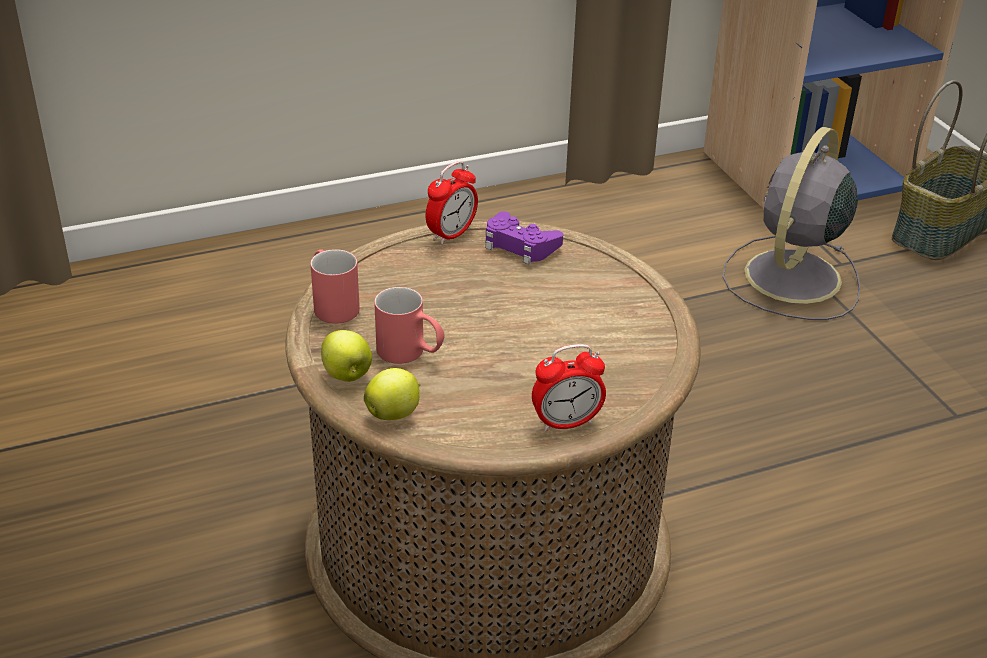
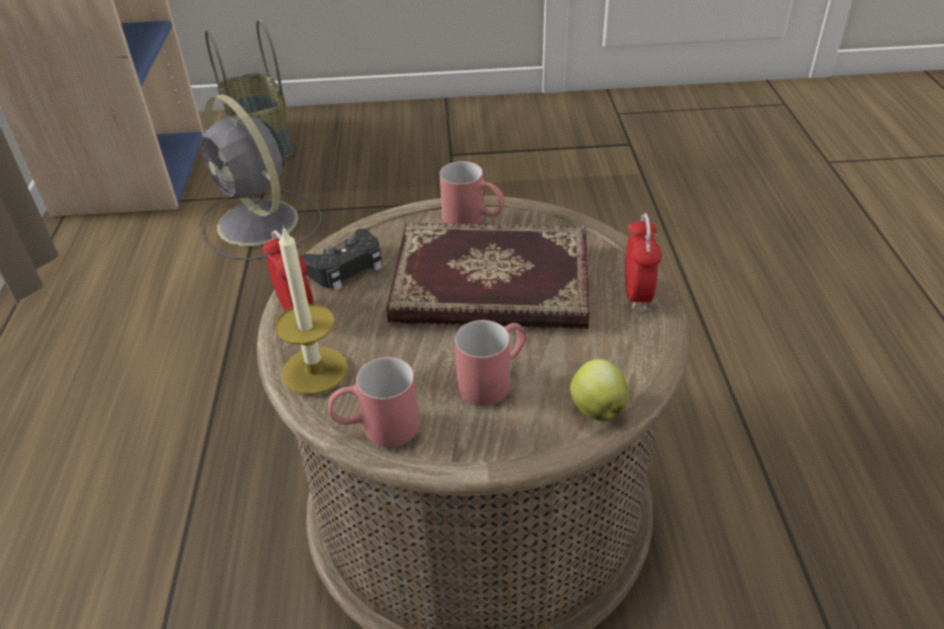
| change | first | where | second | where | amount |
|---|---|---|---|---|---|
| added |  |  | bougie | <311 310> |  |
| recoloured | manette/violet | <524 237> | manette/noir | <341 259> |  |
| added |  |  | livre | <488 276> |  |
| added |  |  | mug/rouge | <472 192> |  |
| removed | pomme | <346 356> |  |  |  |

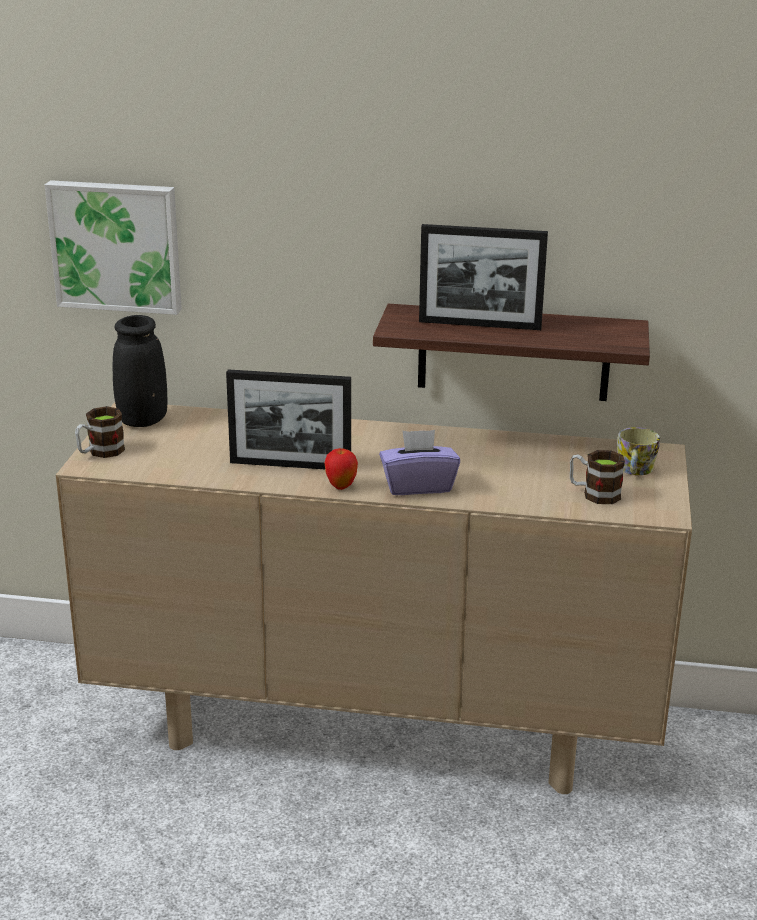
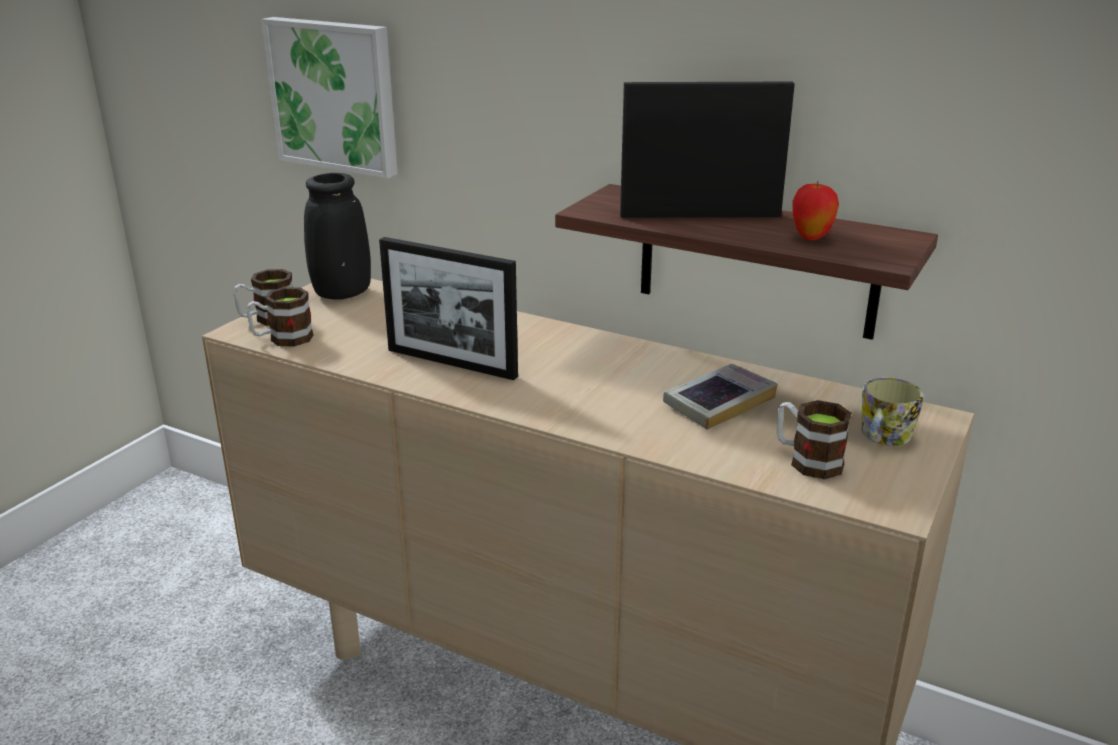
| change | first | where | second | where | amount |
|---|---|---|---|---|---|
| added |  |  | mug | <280 317> |  |
| turned | cadre photo | <483 277> |  | <707 150> | 150 degrees clockwise |
| added |  |  | livre | <720 397> |  |
| moved | pomme | <341 469> |  | <815 211> |  |
| removed | boîte à mouchoirs/violet | <419 462> |  |  |  |

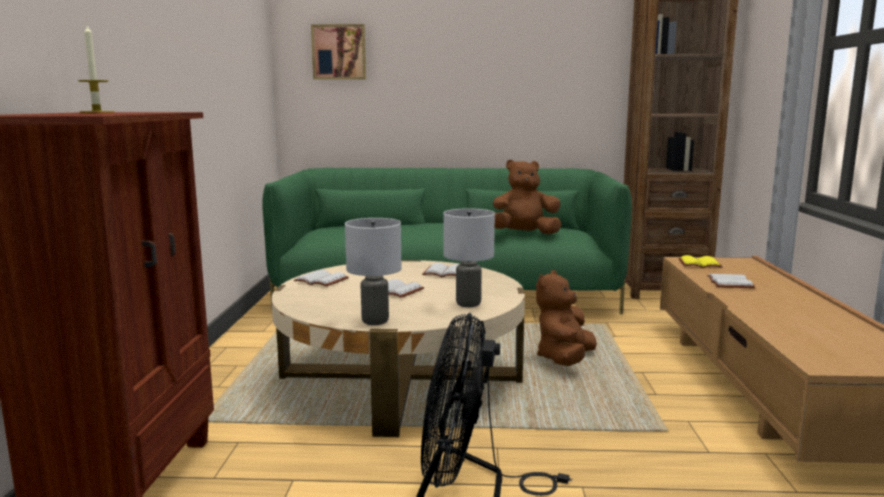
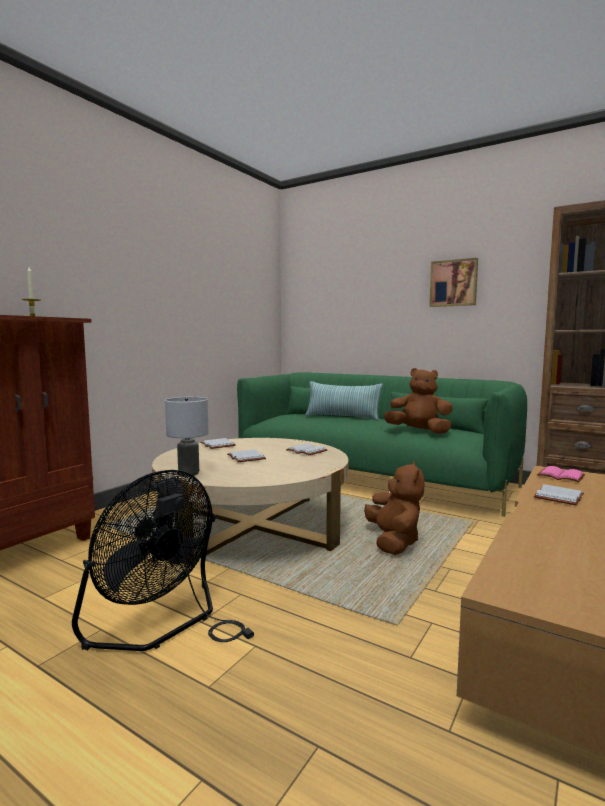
| change | first | where | second | where | amount |
|---|---|---|---|---|---|
| added |  |  | coussin | <344 401> |  |
| turned | peluche/marron | <566 318> |  | <394 508> | 120 degrees clockwise |
| moved | tableau | <338 52> |  | <453 282> |  |
| recoloured | livre/jaune | <700 261> | livre/rose | <561 474> |  |
| removed | lampe de table/blanc | <469 257> |  |  |  |

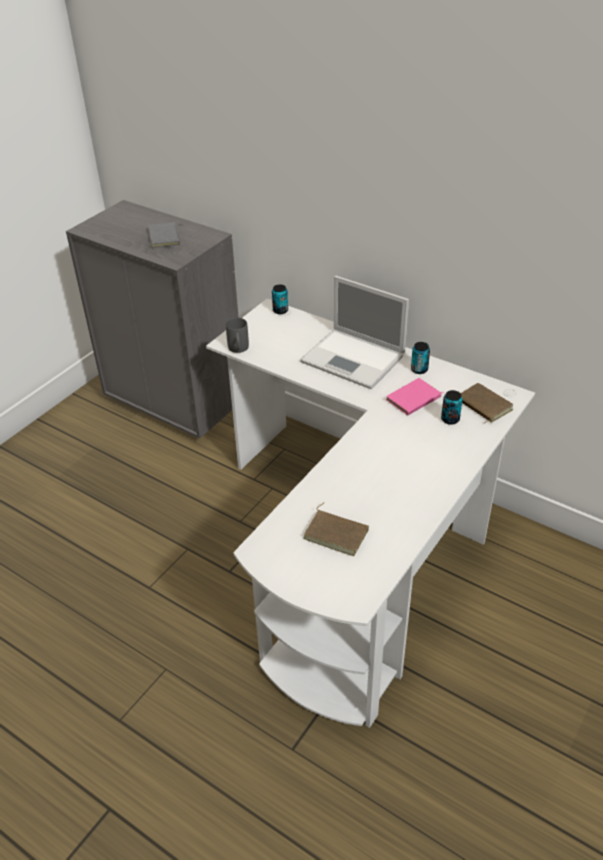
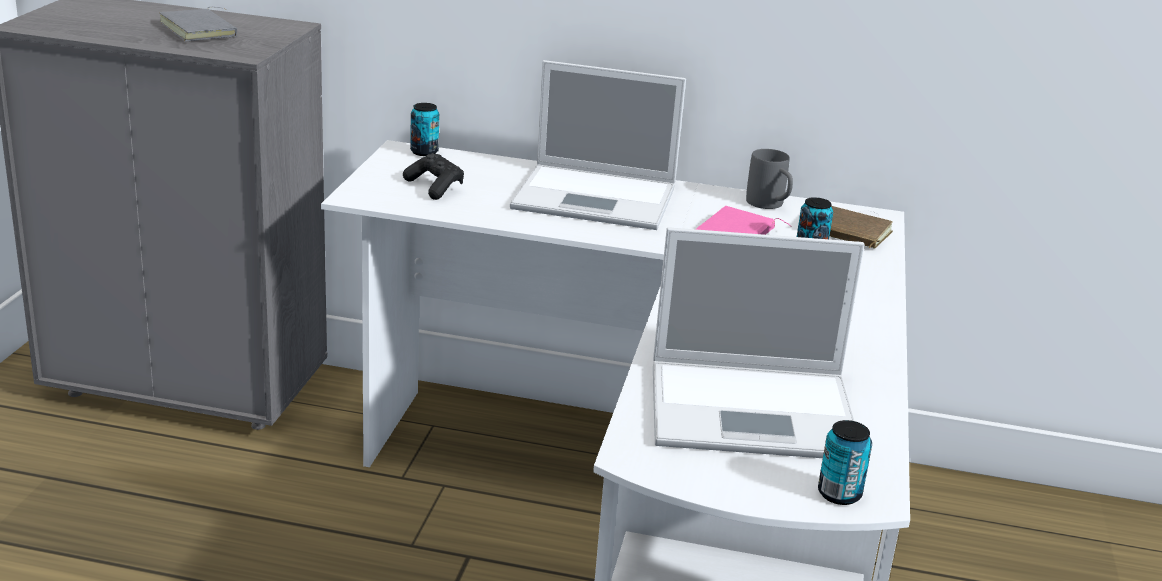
| change | first | where | second | where | amount |
|---|---|---|---|---|---|
| added |  |  | manette/noir | <433 176> |  |
| replaced | livre/marron | <336 529> | ordinateur portable | <758 342> |  |
| moved | mug/gris | <237 335> |  | <769 179> |  |
| moved | boîte métallique | <420 358> |  | <845 462> |  |

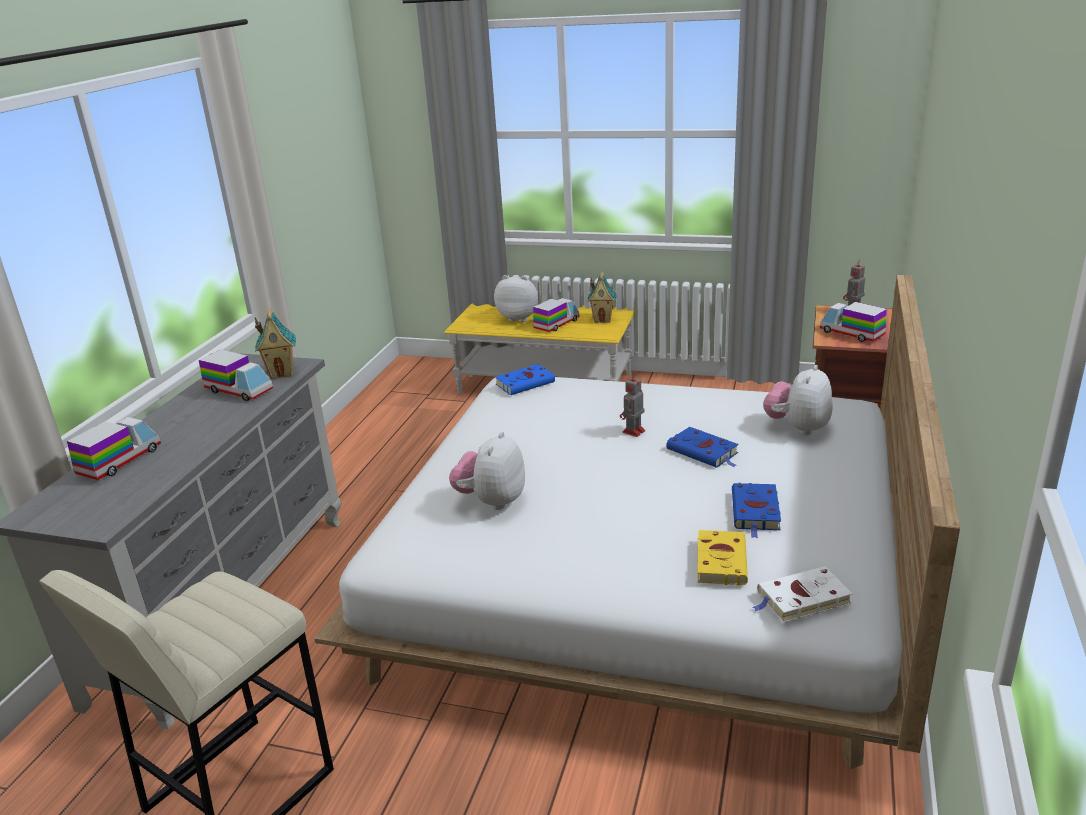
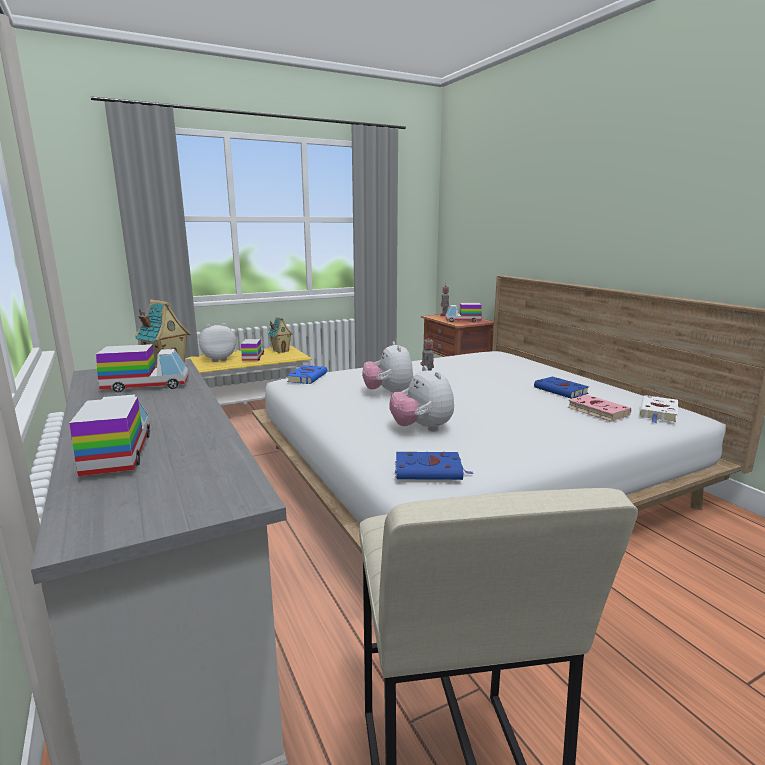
| change | first | where | second | where | amount |
|---|---|---|---|---|---|
| moved | peluche | <797 400> |  | <387 367> |  |
| moved | livre/bleu | <702 447> |  | <434 466> |  |
| recoloured | livre/jaune | <722 558> | livre/rose | <599 408> |  |

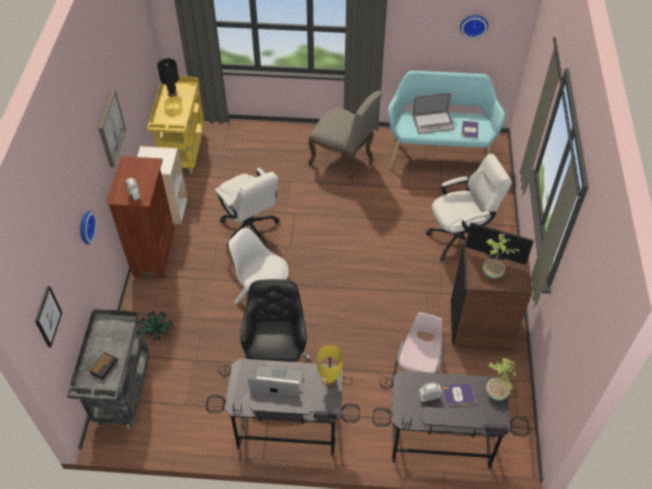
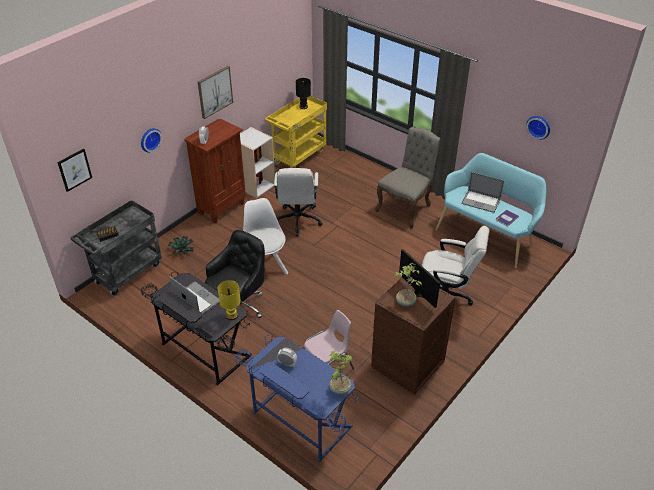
| change | first | where | second | where | amount |
|---|---|---|---|---|---|
| recoloured | bureau/noir | <451 420> | bureau/bleu | <297 398> |  |
| turned | chaise/gris | <345 135> |  | <408 178> | 120 degrees counterclockwise |
| removed | livre | <459 395> |  |  |  |

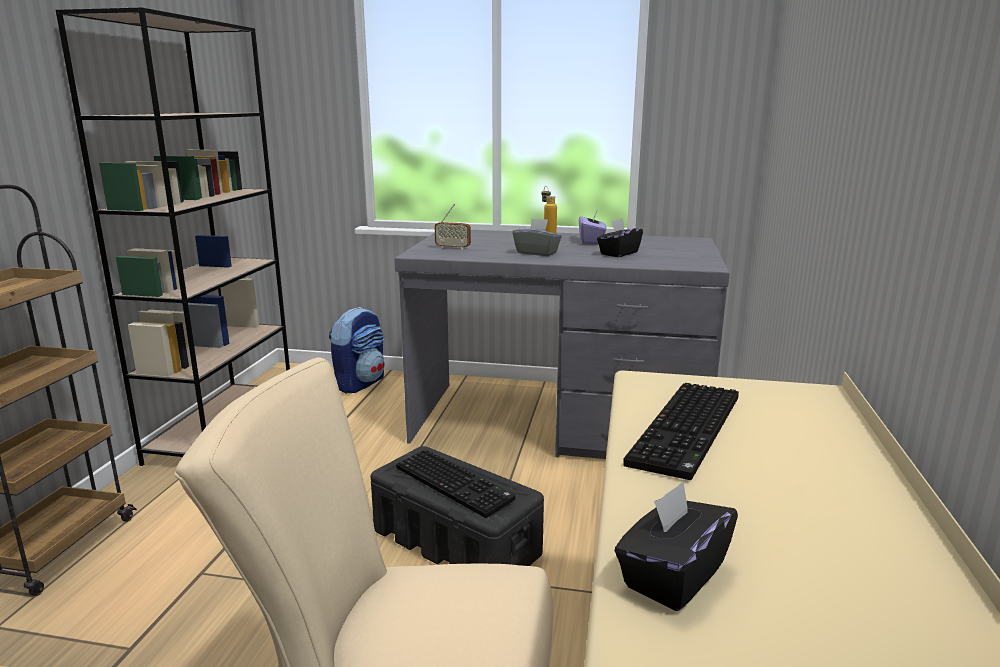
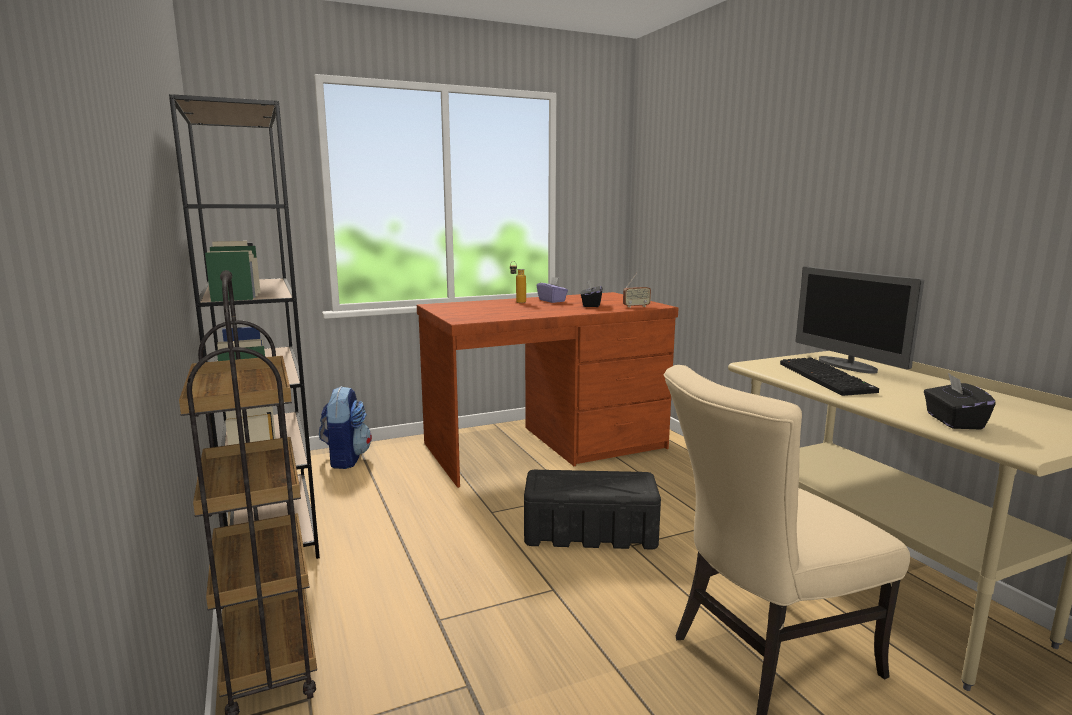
| change | first | where | second | where | amount |
|---|---|---|---|---|---|
| recoloured | bureau/gris | <562 344> | bureau/marron | <547 390> |  |
| moved | radio | <453 227> |  | <637 290> |  |
| added |  |  | écran d'ordinateur | <859 320> |  |
| removed | clavier | <455 483> |  |  |  |
| removed | boîte à mouchoirs/gris | <537 237> |  |  |  |

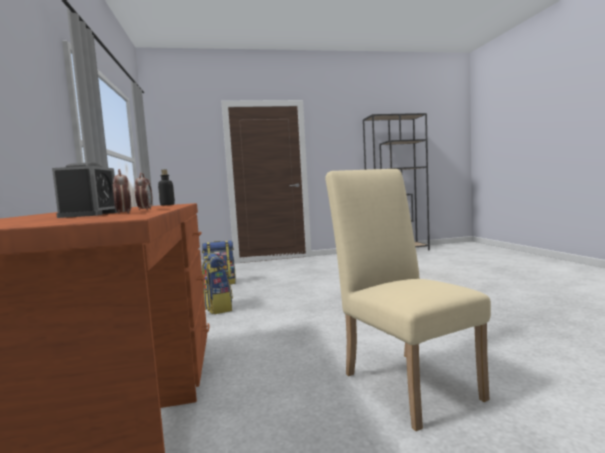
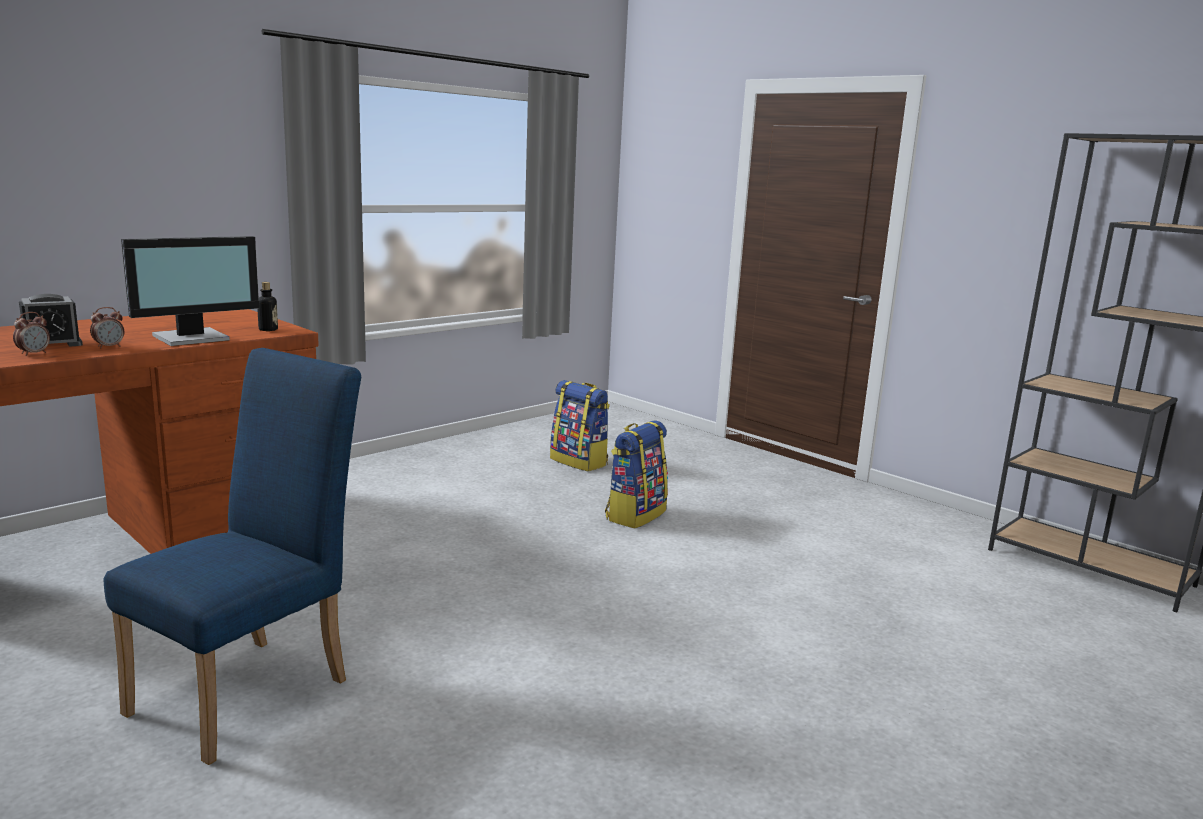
| change | first | where | second | where | amount |
|---|---|---|---|---|---|
| recoloured | chaise/beige | <408 300> | chaise/bleu | <232 556> |  |
| added |  |  | écran d'ordinateur | <190 291> |  |
| moved | sac à dos | <217 283> |  | <636 474> |  |

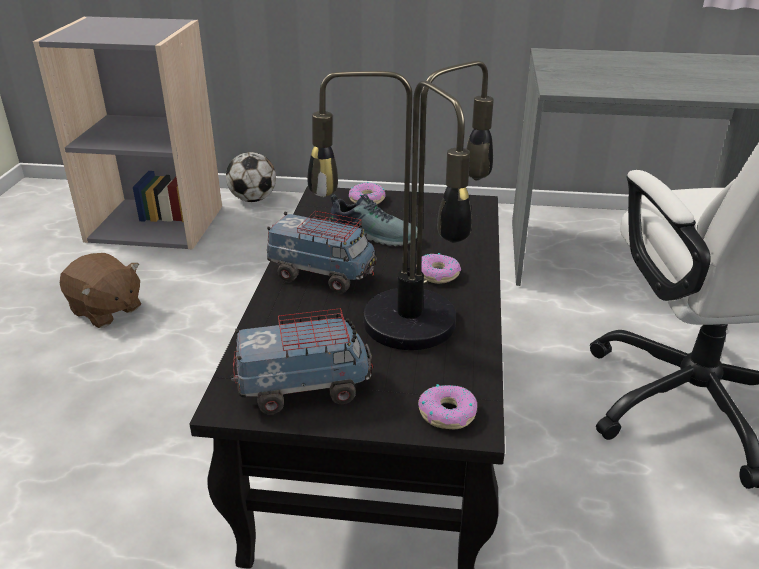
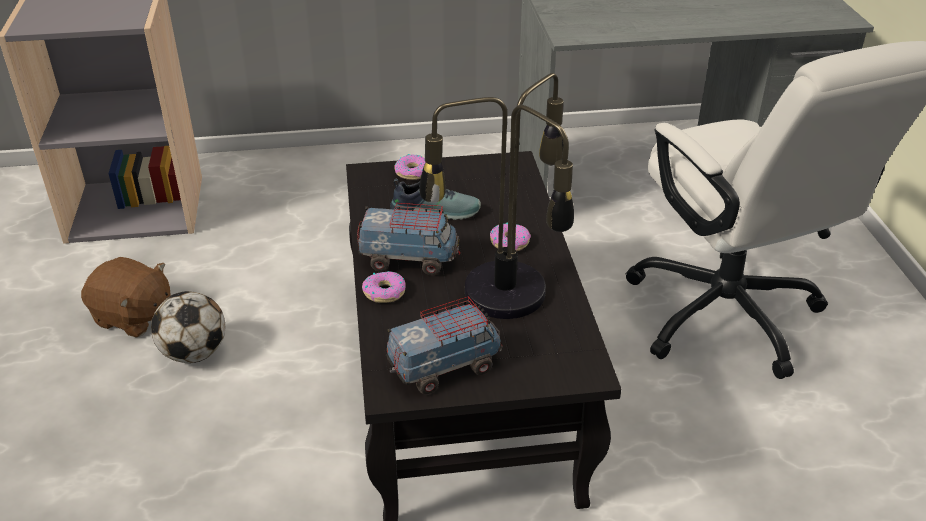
| change | first | where | second | where | amount |
|---|---|---|---|---|---|
| moved | ballon de foot | <251 177> |  | <188 327> |  |
| moved | beignet | <447 406> |  | <384 287> |  |

